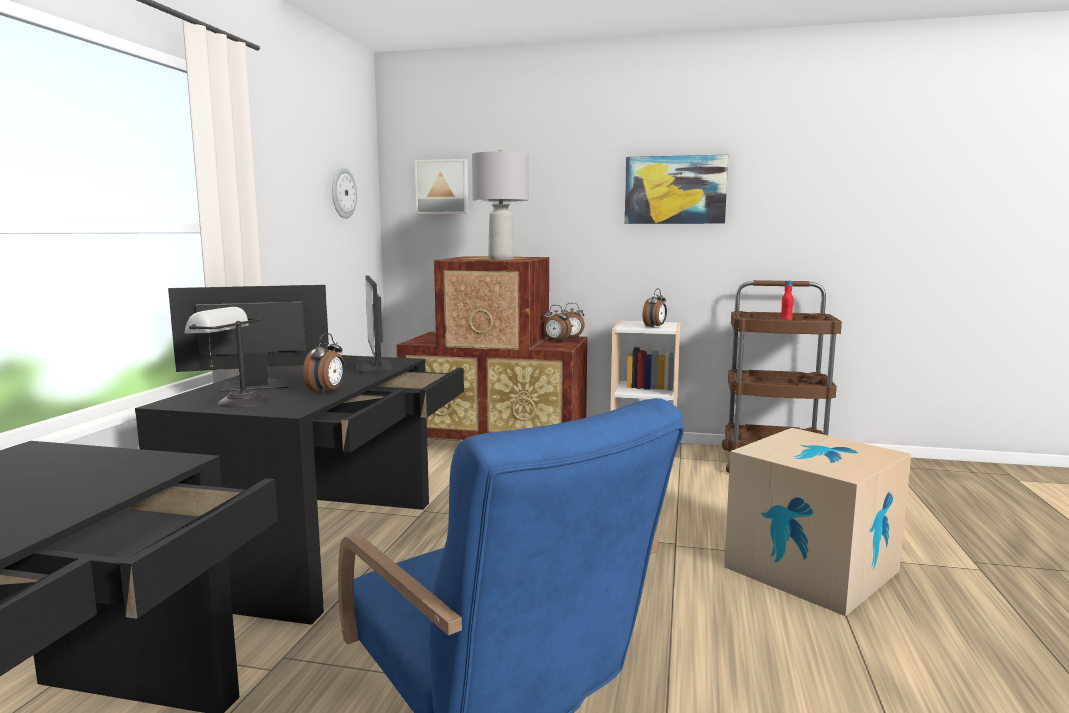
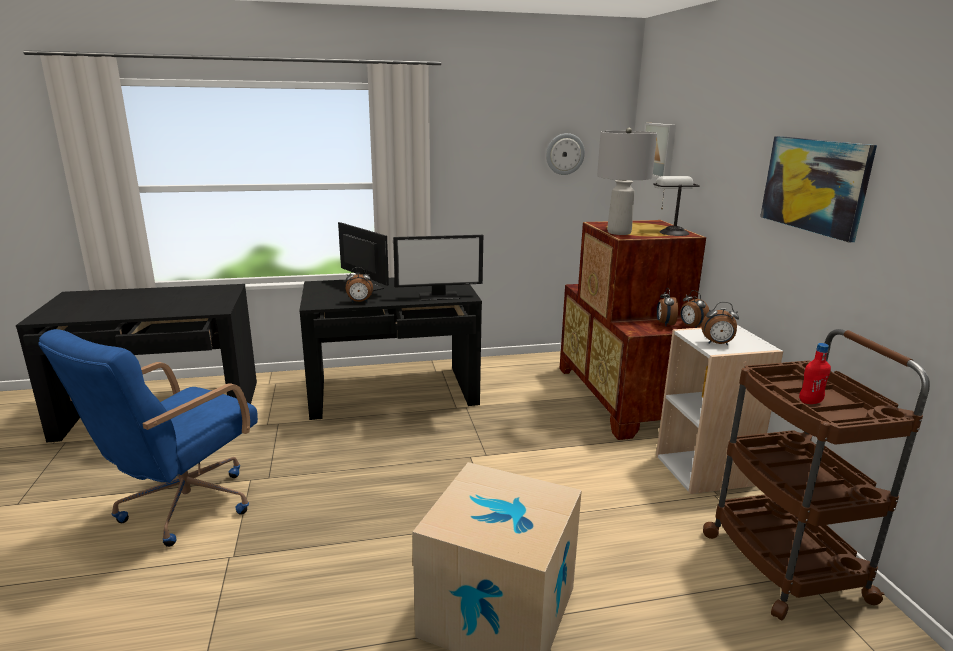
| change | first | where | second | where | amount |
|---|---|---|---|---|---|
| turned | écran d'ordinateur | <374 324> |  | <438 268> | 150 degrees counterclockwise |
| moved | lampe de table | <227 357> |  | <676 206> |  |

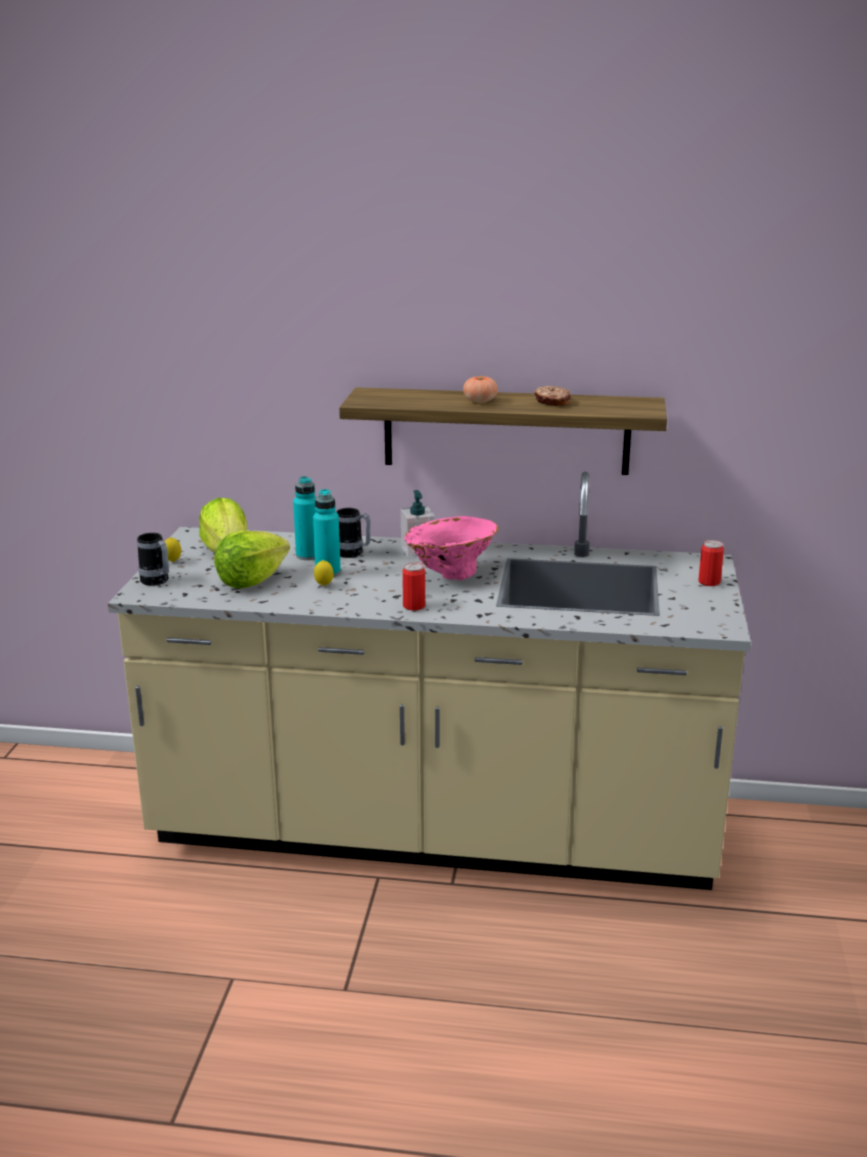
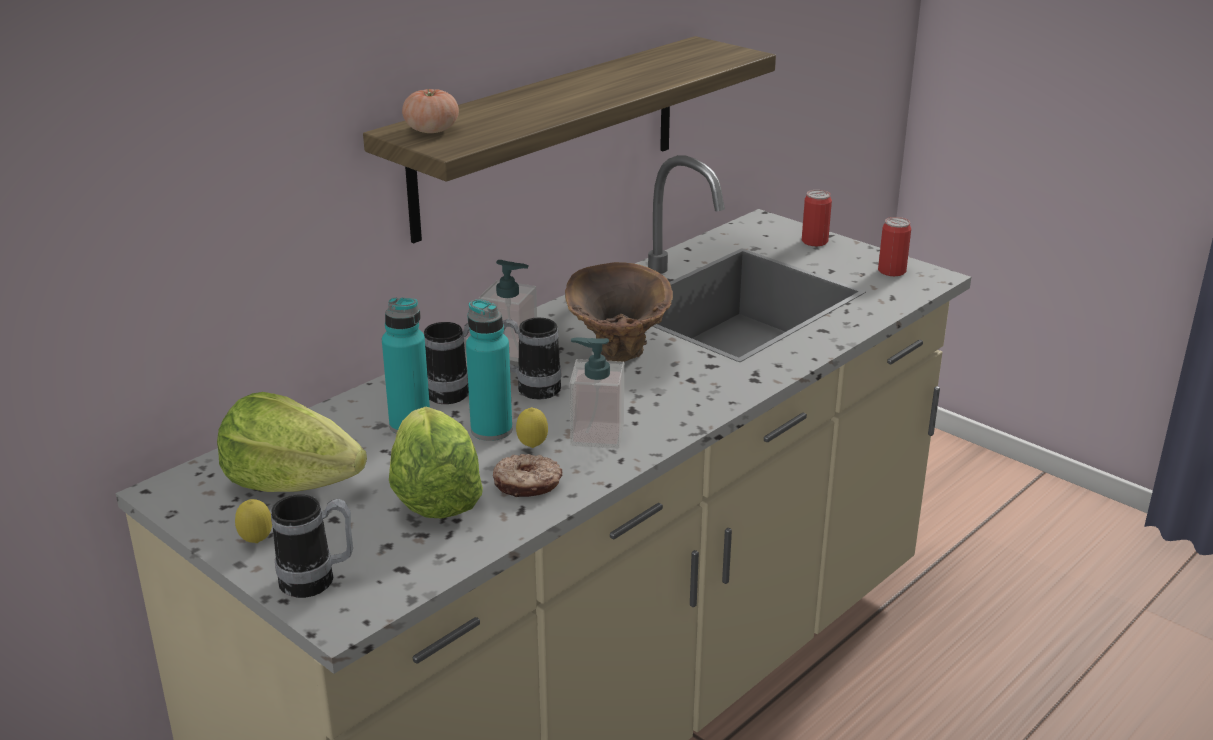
| change | first | where | second | where | amount |
|---|---|---|---|---|---|
| moved | tomate | <480 389> |  | <430 111> |  |
| moved | beignet | <552 395> |  | <527 475> |  |
| added |  |  | mug | <532 358> |  |
| recoloured | vase/rose | <451 548> | vase/marron | <619 312> |  |
| added |  |  | distributeur de savon | <597 393> |  |
| moved | boîte métallique | <413 586> |  | <894 246> |  |

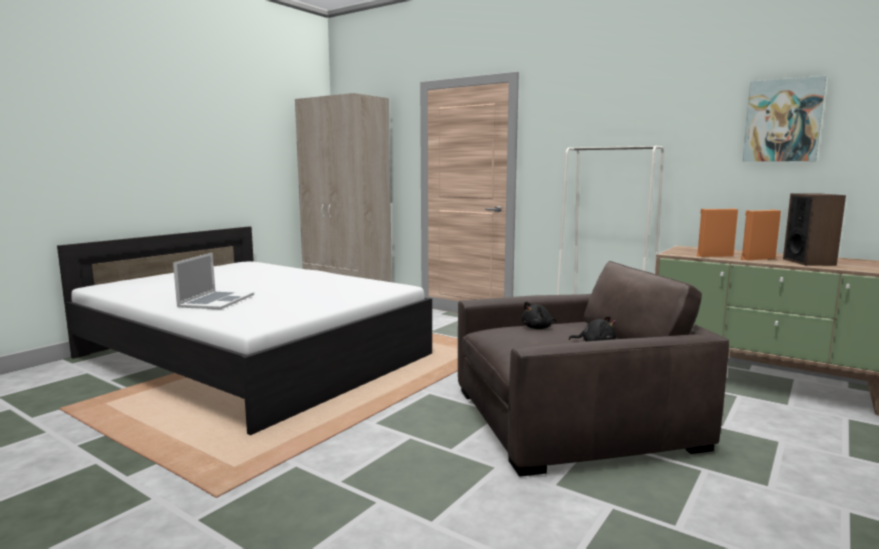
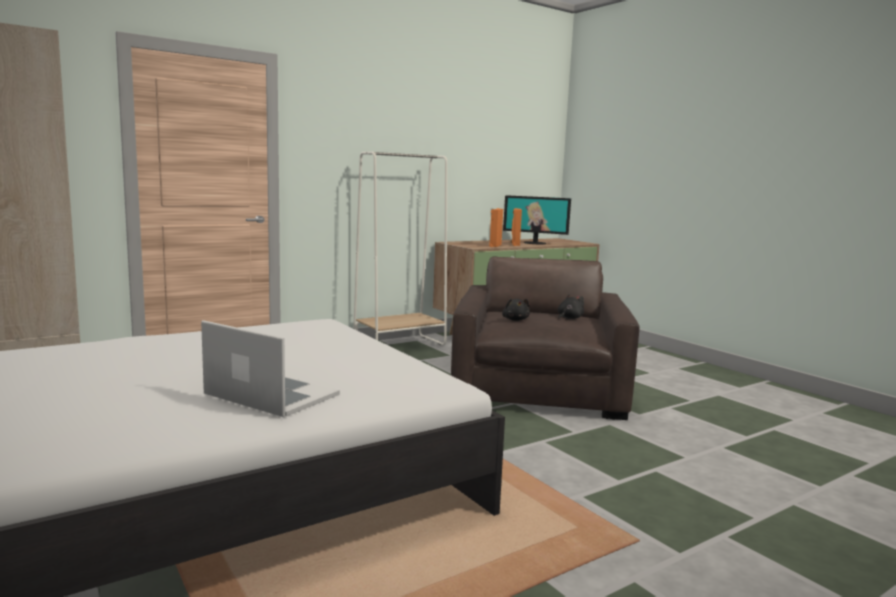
| change | first | where | second | where | amount |
|---|---|---|---|---|---|
| replaced | enceinte | <814 229> | écran d'ordinateur | <537 220> |  |
| removed | tableau | <784 119> |  |  |  |

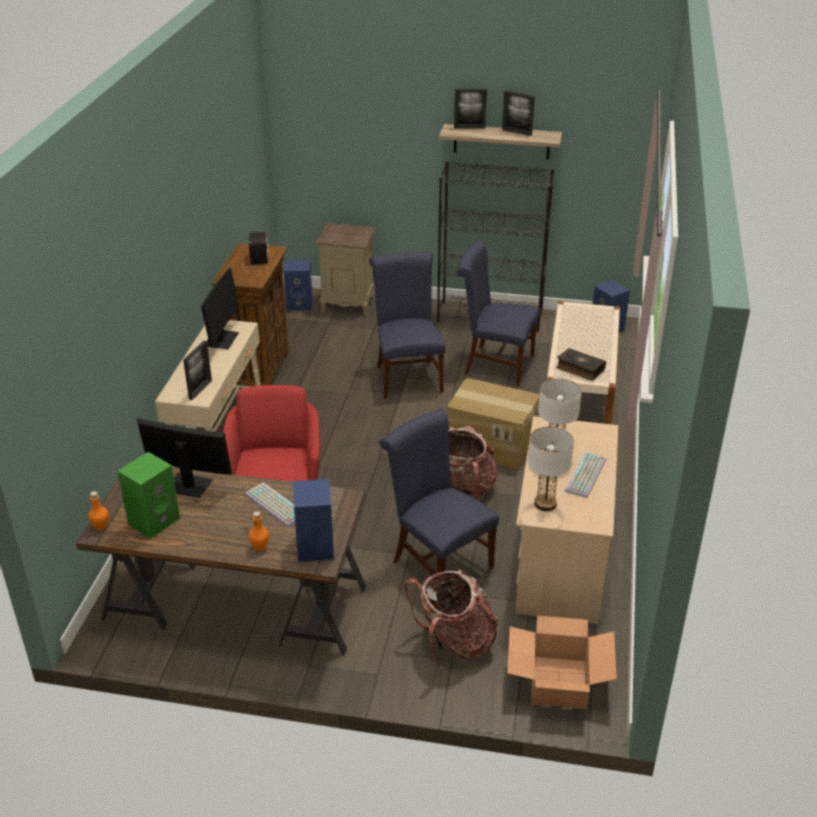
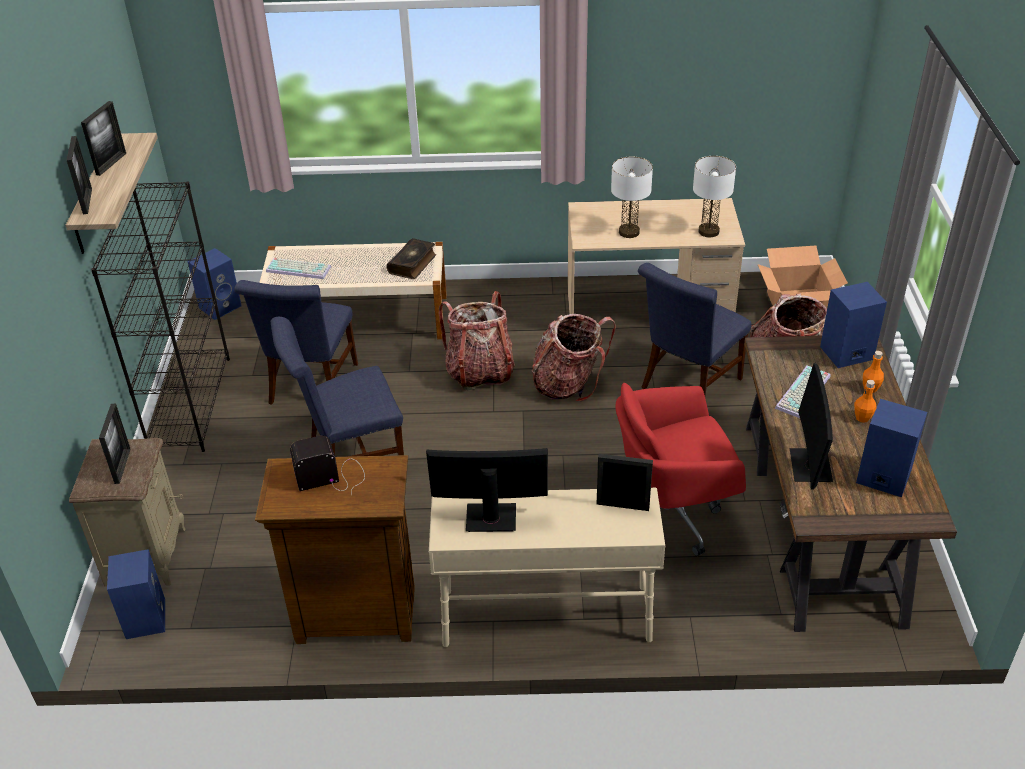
| change | first | where | second | where | amount |
|---|---|---|---|---|---|
| added |  |  | cadre photo | <115 444> |  |
| moved | clavier | <585 475> |  | <298 268> |  |
| replaced | carton | <493 423> | sac à dos | <477 340> |  |
| moved | bouteille/orange | <98 511> |  | <865 401> |  |
| recoloured | enceinte/vert | <148 495> | enceinte/bleu | <891 448> |  |

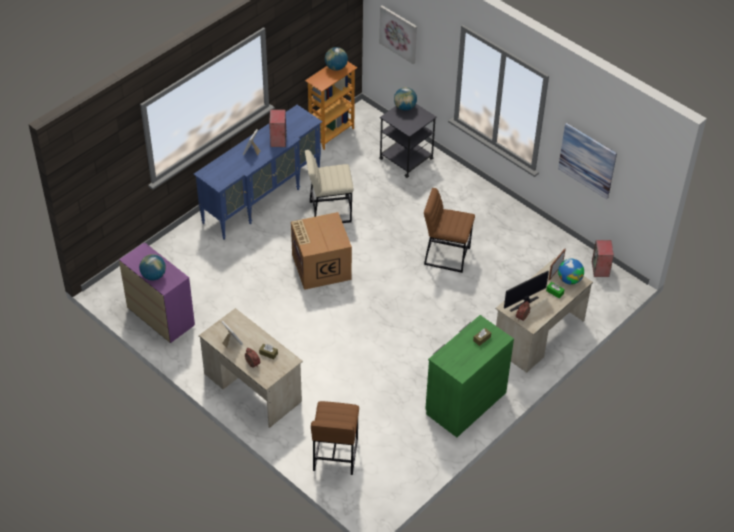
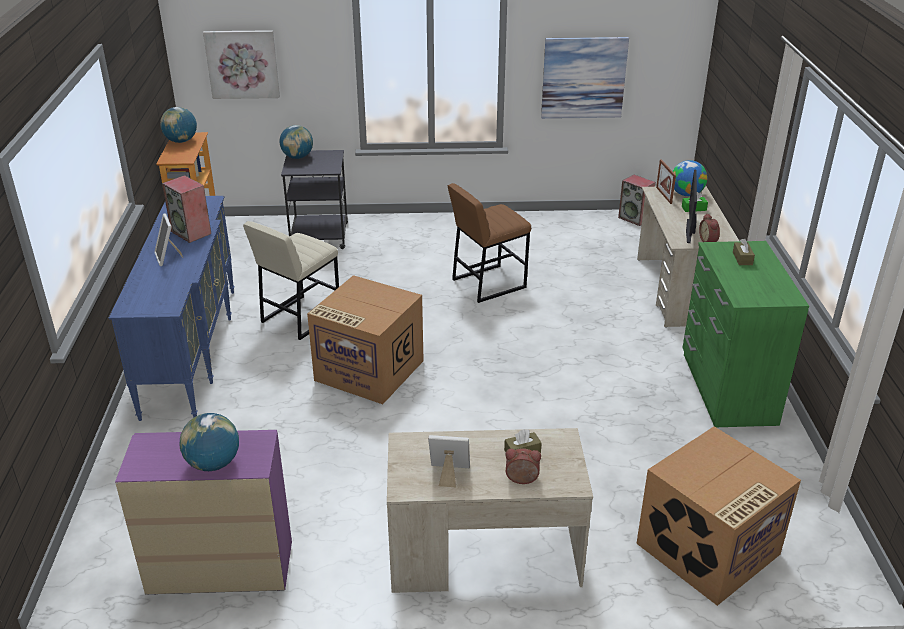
| change | first | where | second | where | amount |
|---|---|---|---|---|---|
| replaced | chaise/marron | <335 438> | carton | <718 516> |  |

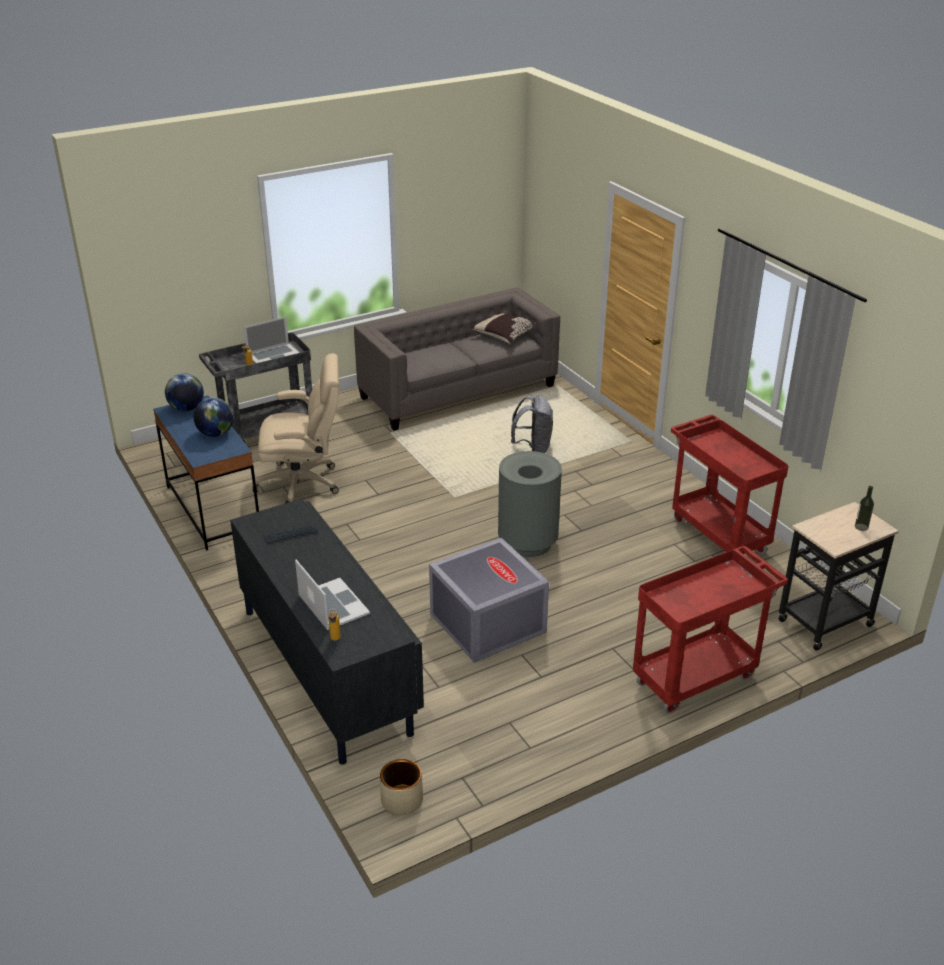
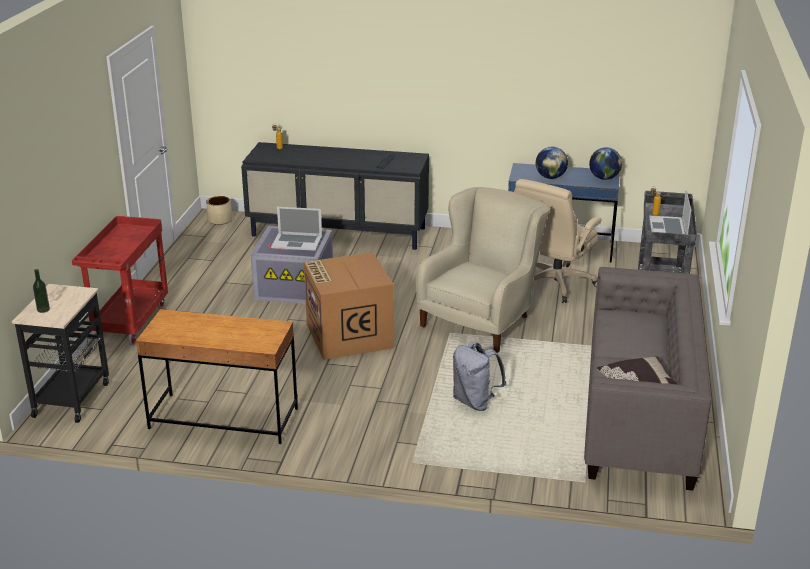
| change | first | where | second | where | amount |
|---|---|---|---|---|---|
| replaced | chariot/rouge | <729 484> | bureau/marron | <217 376> |  |
| moved | ordinateur portable | <332 595> |  | <296 229> |  |
| replaced | poubelle/gris | <530 504> | carton | <349 306> |  |
| added |  |  | fauteuil/beige | <483 270> |  |

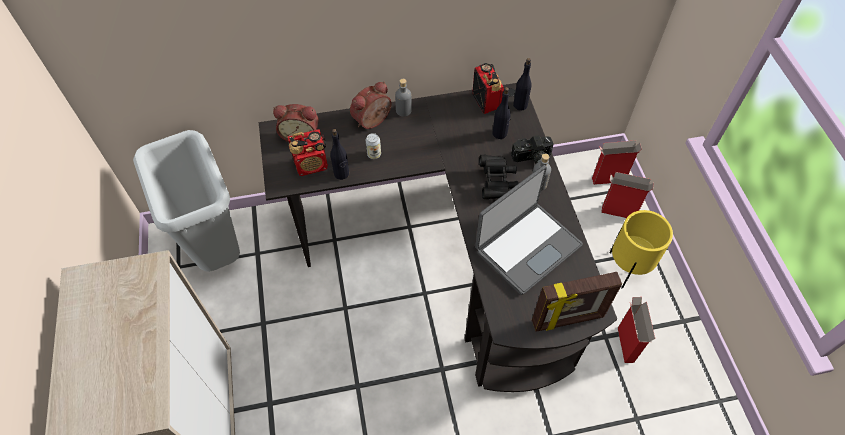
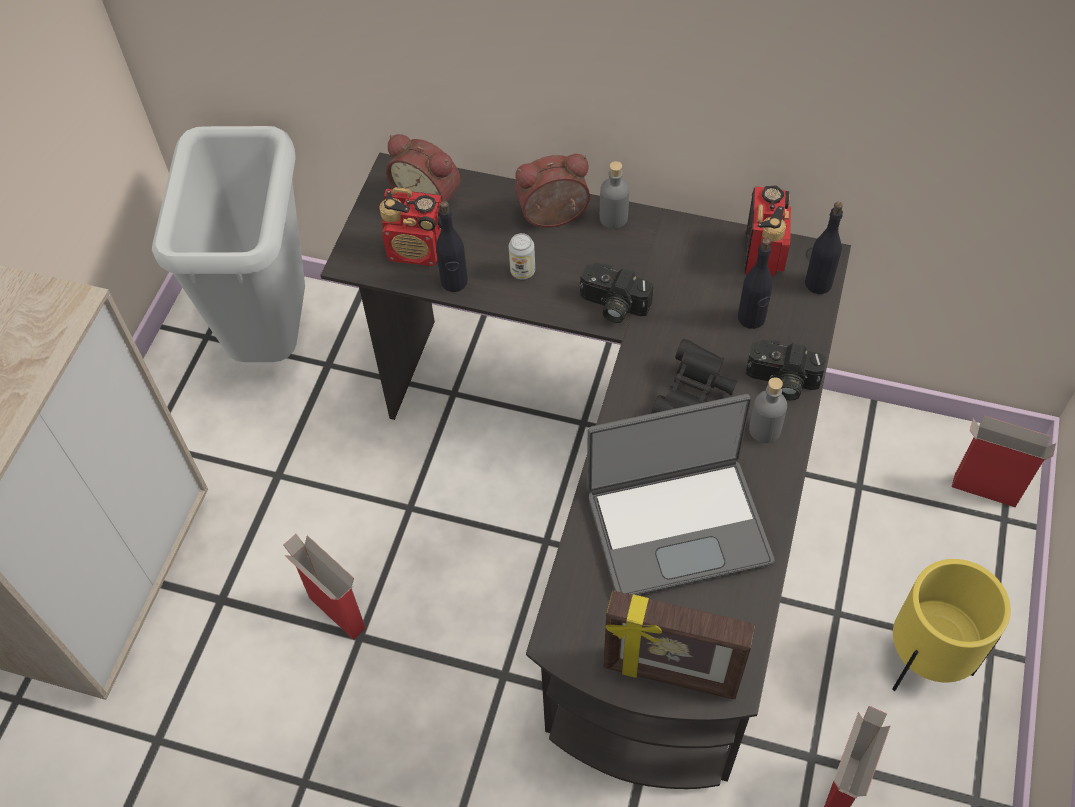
| change | first | where | second | where | amount |
|---|---|---|---|---|---|
| moved | carton | <627 195> |  | <324 587> |  |
| added |  |  | appareil photo | <616 293> |  |

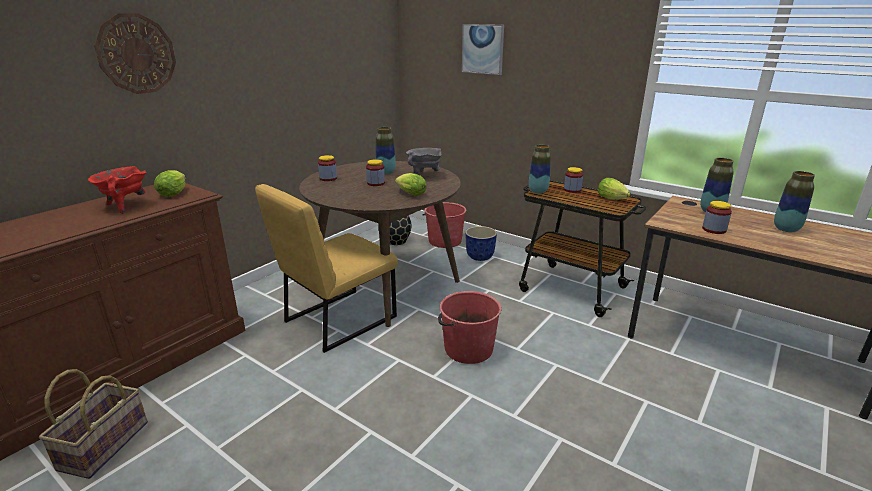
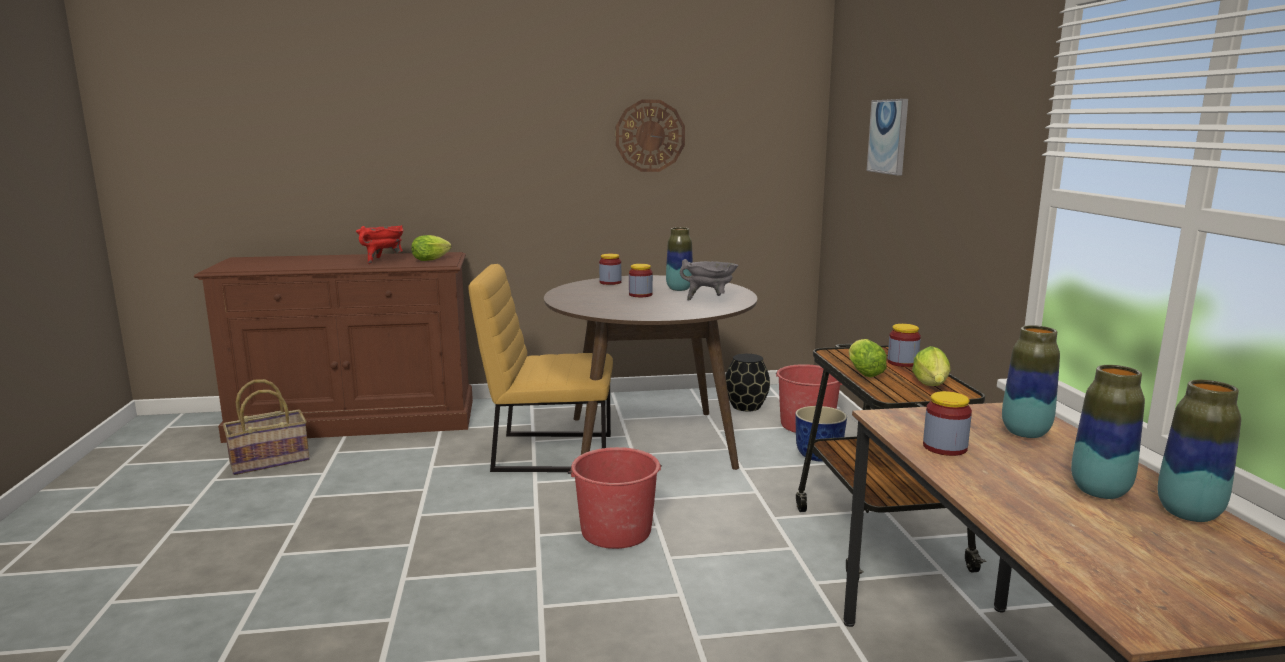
| change | first | where | second | where | amount |
|---|---|---|---|---|---|
| moved | horloge murale | <135 53> |  | <650 136> |  |
| moved | laitue | <411 184> |  | <868 358> |  |
| moved | vase | <540 169> |  | <1199 451> |  |

